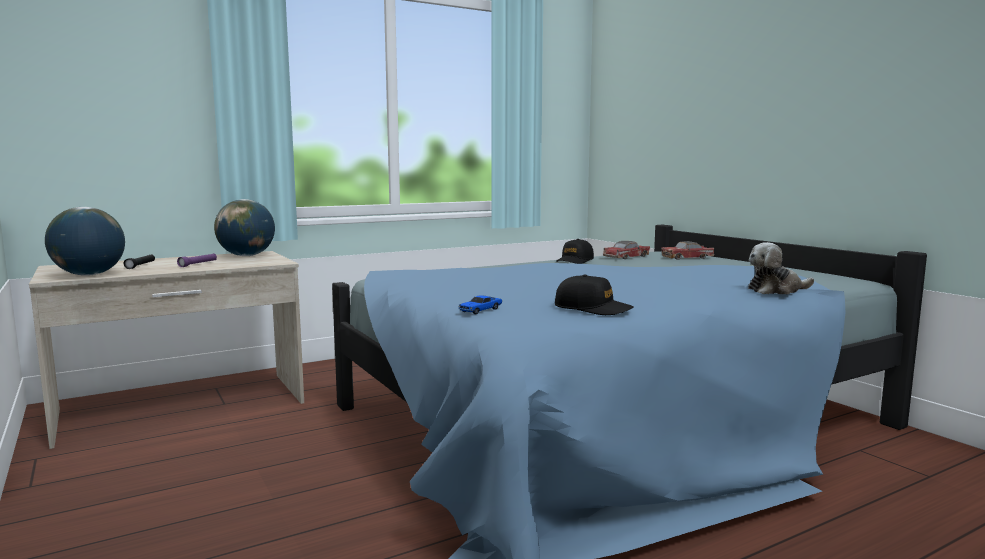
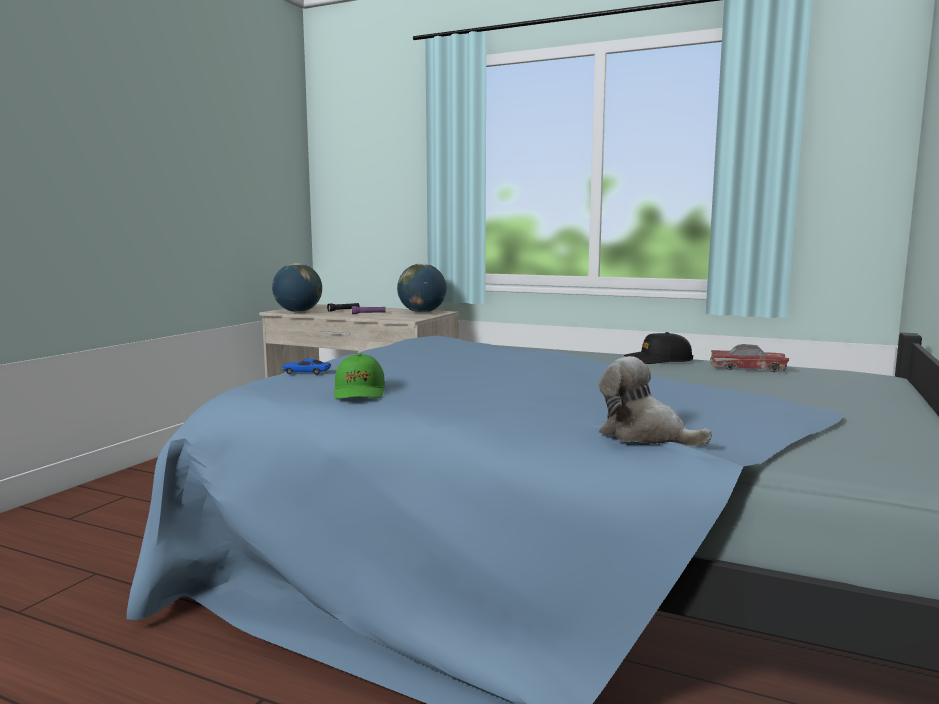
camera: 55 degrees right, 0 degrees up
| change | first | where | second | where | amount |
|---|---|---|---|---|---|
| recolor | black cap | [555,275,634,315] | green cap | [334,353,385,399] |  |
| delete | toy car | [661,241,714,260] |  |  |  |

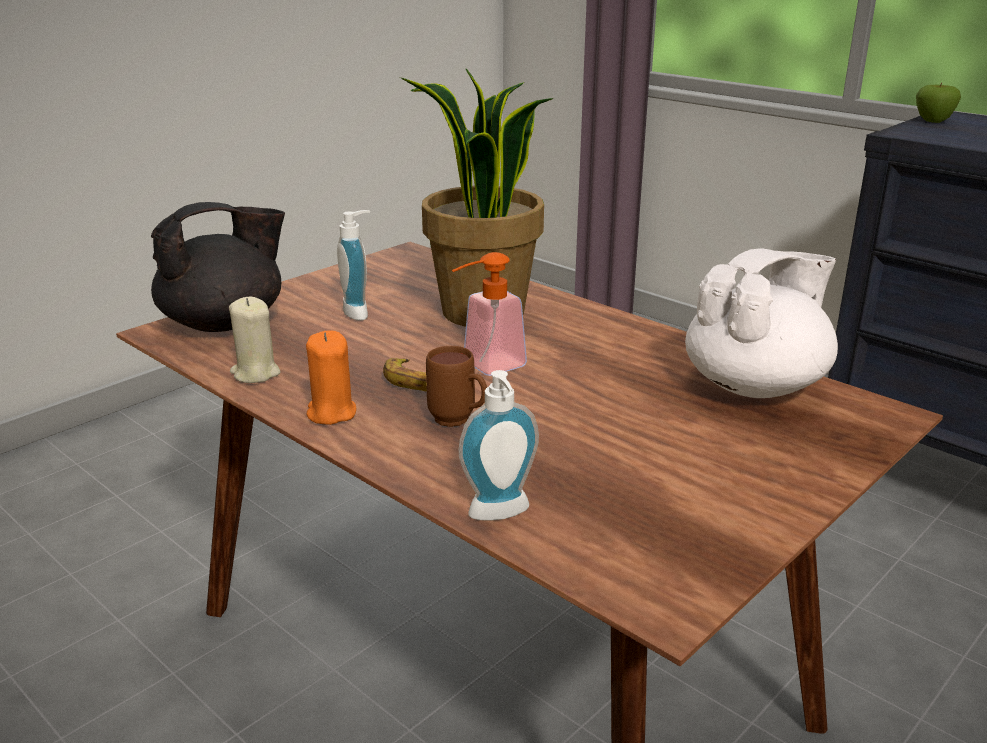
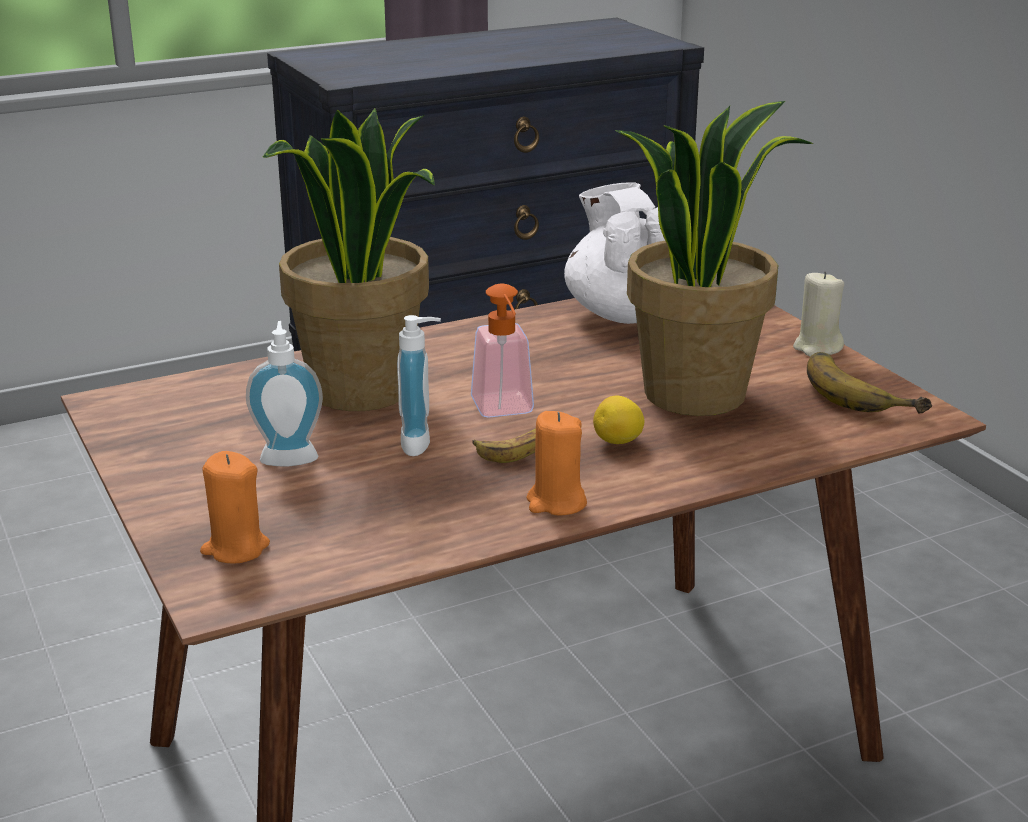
camera: 70 degrees left, 0 degrees up
| change | first | where | second | where | amount |
|---|---|---|---|---|---|
| replace | black teapot | [151,202,285,332] | orange candle | [200,451,270,564] |  |
| move | beige candle | [229,297,281,383] |  | [793,271,844,357] |  |
| replace | brown mug | [426,346,487,427] | lemon | [593,396,644,444] |  |
| move | soap dispenser | [459,370,539,521] |  | [397,315,441,456] |  |
| delete | apple | [916,83,961,123] |  |  |  |
| insert |  |  | potted plant | [615,101,813,416] |  |
| insert |  |  | banana | [807,352,932,414] |  |

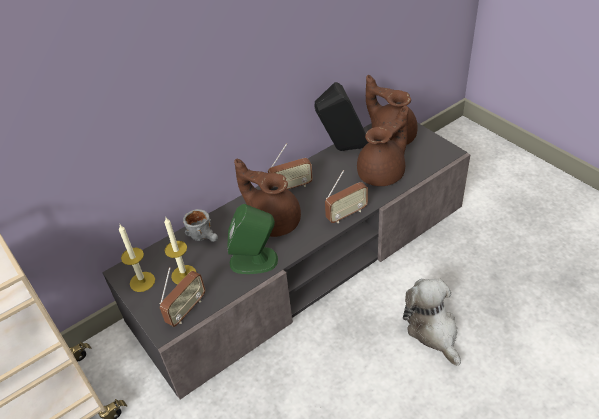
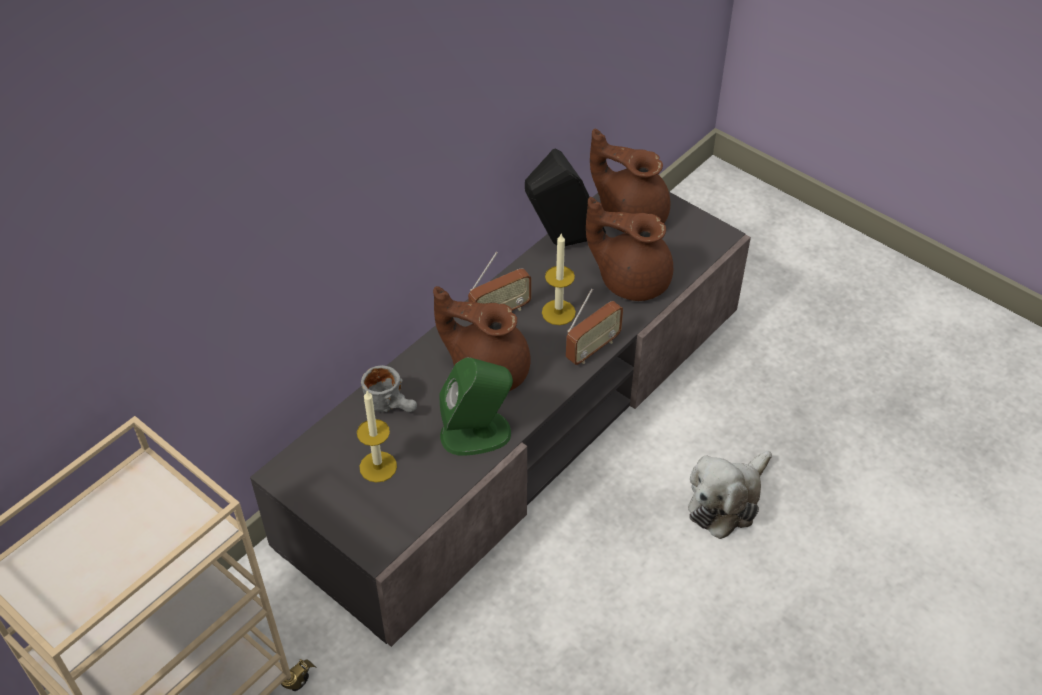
camera: 15 degrees left, 5 degrees up
| change | first | where | second | where | amount |
|---|---|---|---|---|---|
| move | candle | [119,225,155,292] |  | [542,233,576,325] |  |
| delete | radio | [160,267,205,327] |  |  |  |
| rotate | brown teapot | [357,105,408,186] |  | [586,197,673,301] | 105 degrees counterclockwise |
| rotate | plush toy | [403,278,461,366] |  | [688,451,772,539] | 105 degrees counterclockwise |

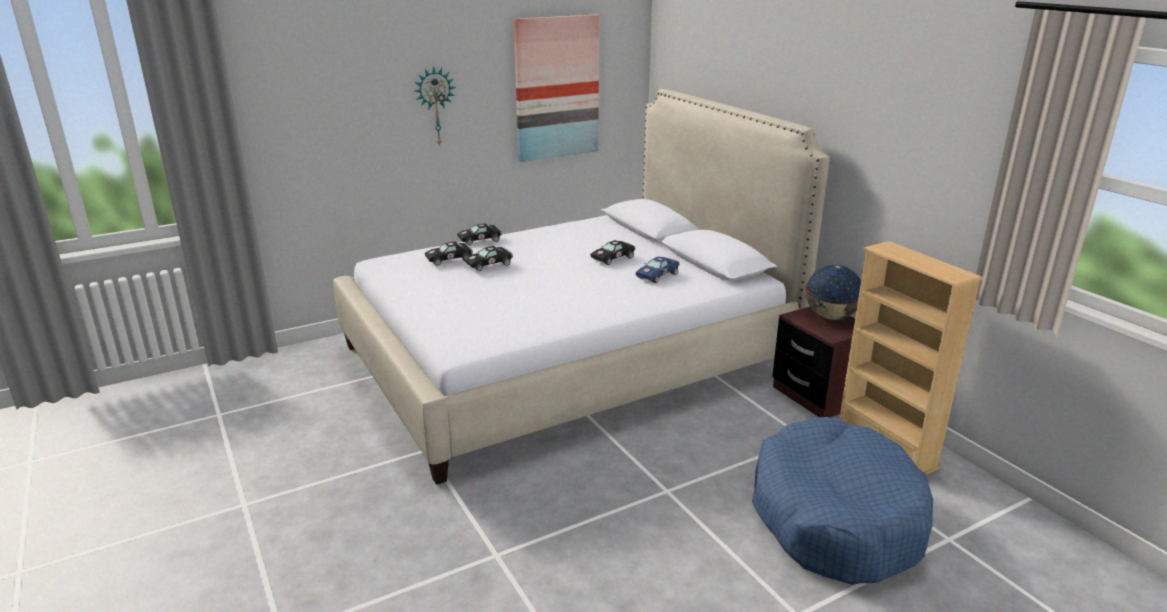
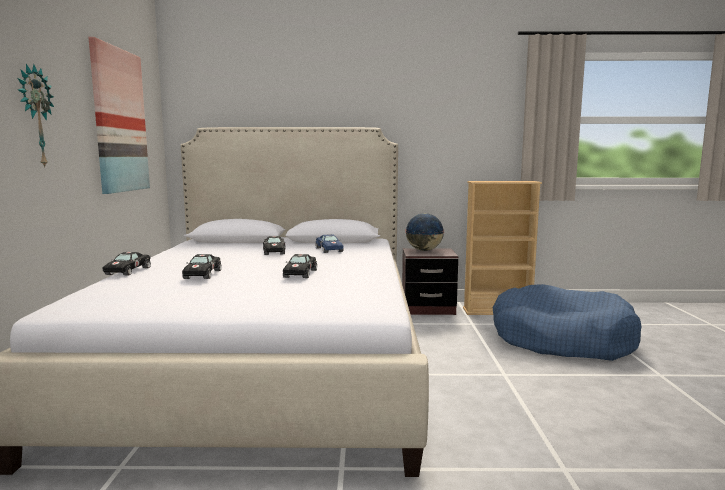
camera: 60 degrees left, 15 degrees down
| change | first | where | second | where | amount |
|---|---|---|---|---|---|
| move | black toy car | [425,242,473,266] |  | [283,254,317,278] |  |

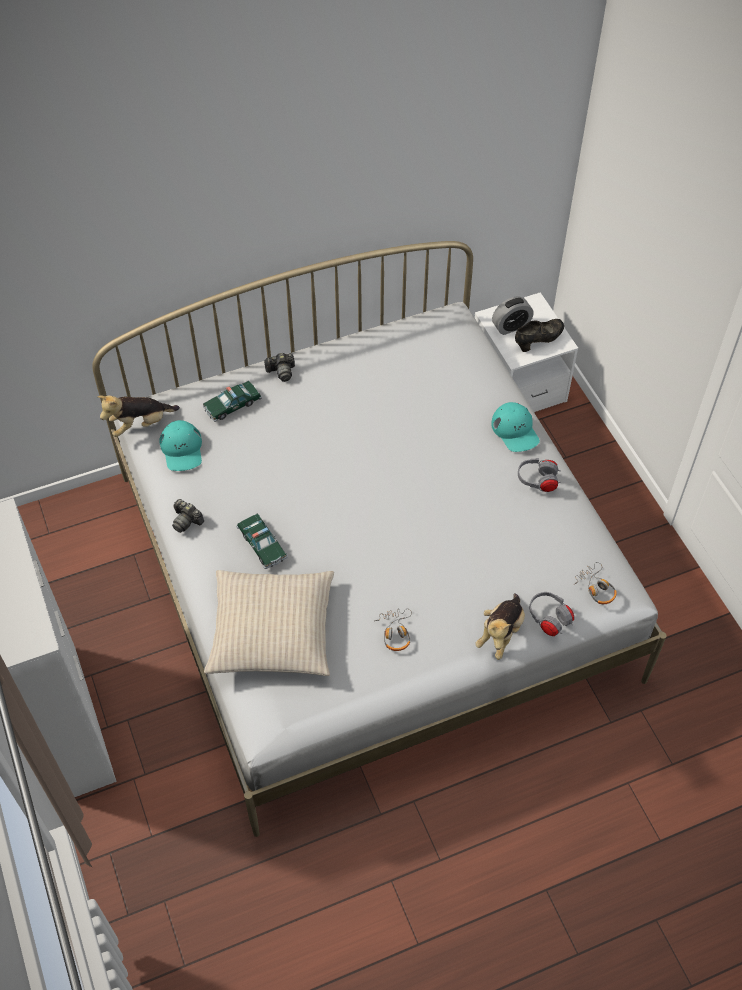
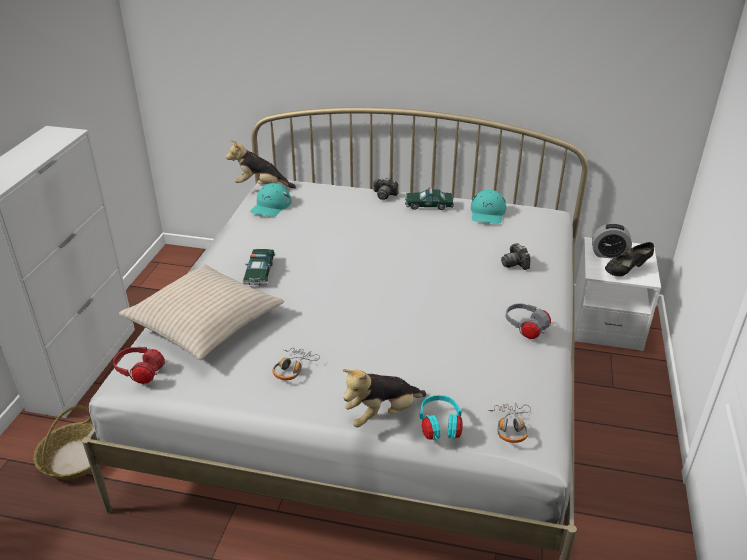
camera: 35 degrees right, 20 degrees down
| change | first | where | second | where | amount |
|---|---|---|---|---|---|
| move | photo camera | [172,499,204,533] |  | [501,243,530,270] |  |
| move | toy car | [203,381,262,422] |  | [405,187,454,210] |  |
| move | turquoise cap | [491,402,540,452] |  | [471,189,506,223] |  |
| rotate | black shoe | [515,319,564,352] |  | [605,242,654,276] | 150 degrees clockwise |
| recolor | grey headphones | [529,592,574,636] | turquoise headphones | [420,395,463,440] |  |
| insert |  |  | basket | [33,405,94,480] |  |
| insert |  |  | red headphones | [113,347,165,384] |  |

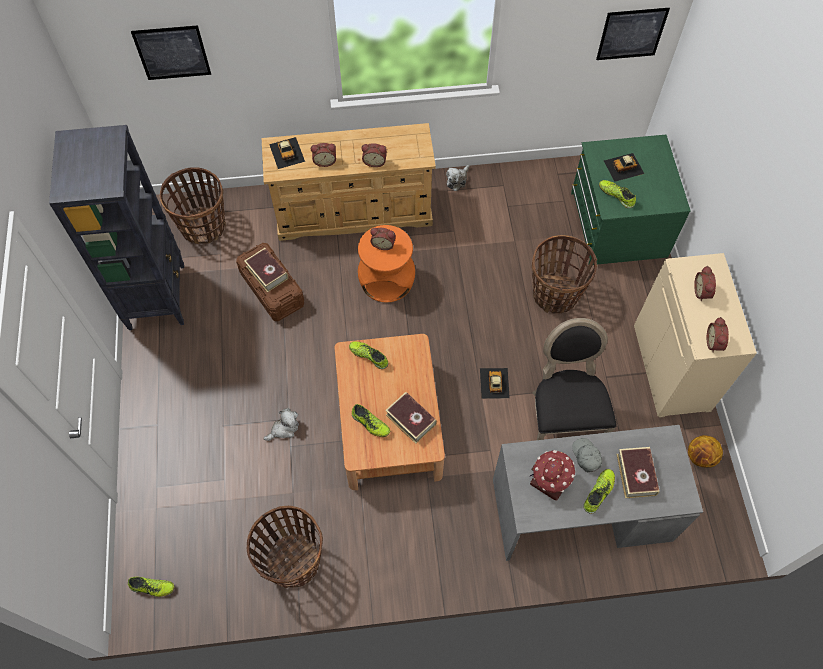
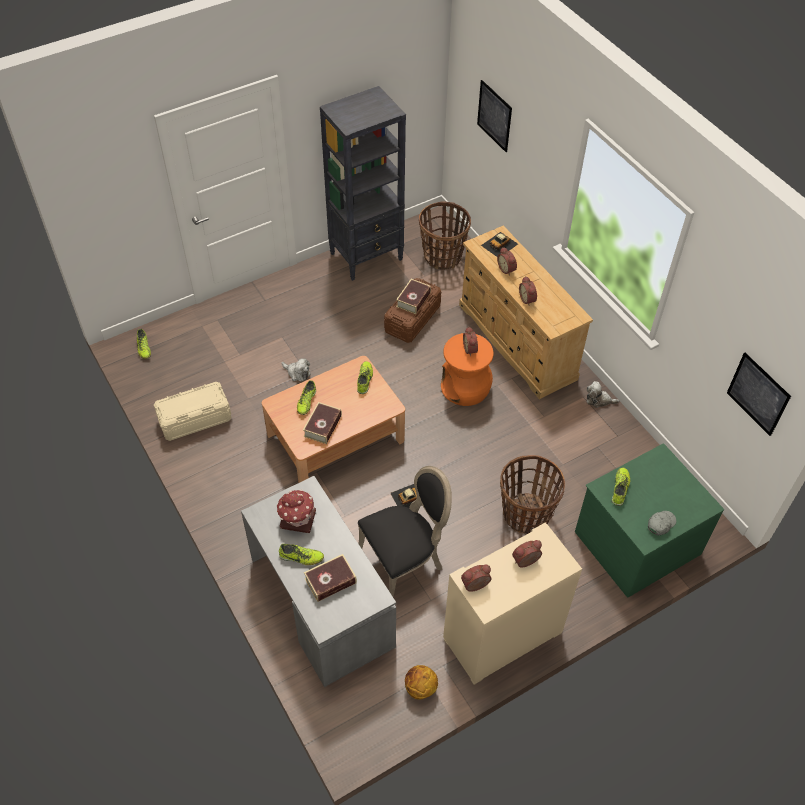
camera: 65 degrees right, 10 degrees down
| change | first | where | second | where | amount |
|---|---|---|---|---|---|
| replace | basket | [247,506,323,588] | beige storage box | [154,382,231,441] |  |
| move | grey cap | [572,438,602,472] |  | [648,511,676,536] |  |
| delete | toy car | [604,153,644,182] |  |  |  |

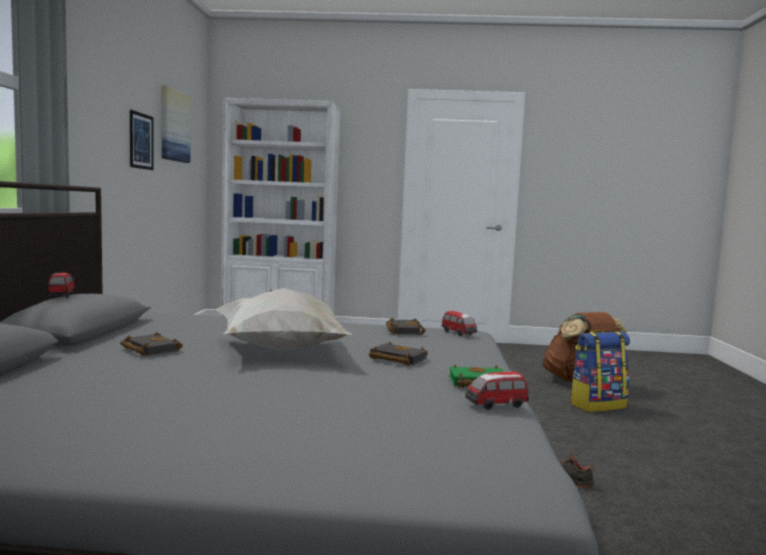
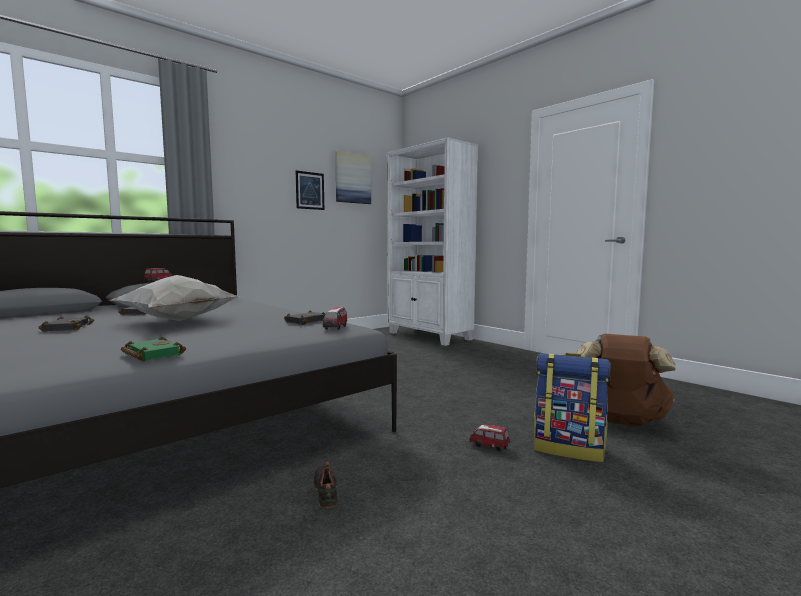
camera: 45 degrees right, 0 degrees up
| change | first | where | second | where | amount |
|---|---|---|---|---|---|
| move | black book | [369,342,428,366] |  | [38,316,94,332] |  |
| move | toy car | [465,372,529,410] |  | [469,425,510,452] |  |

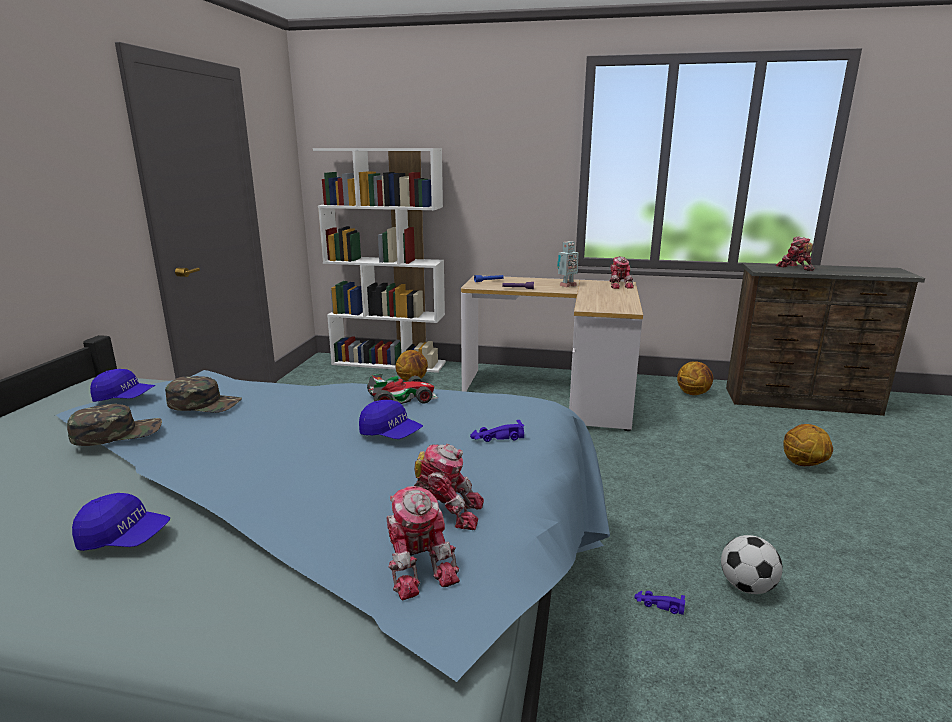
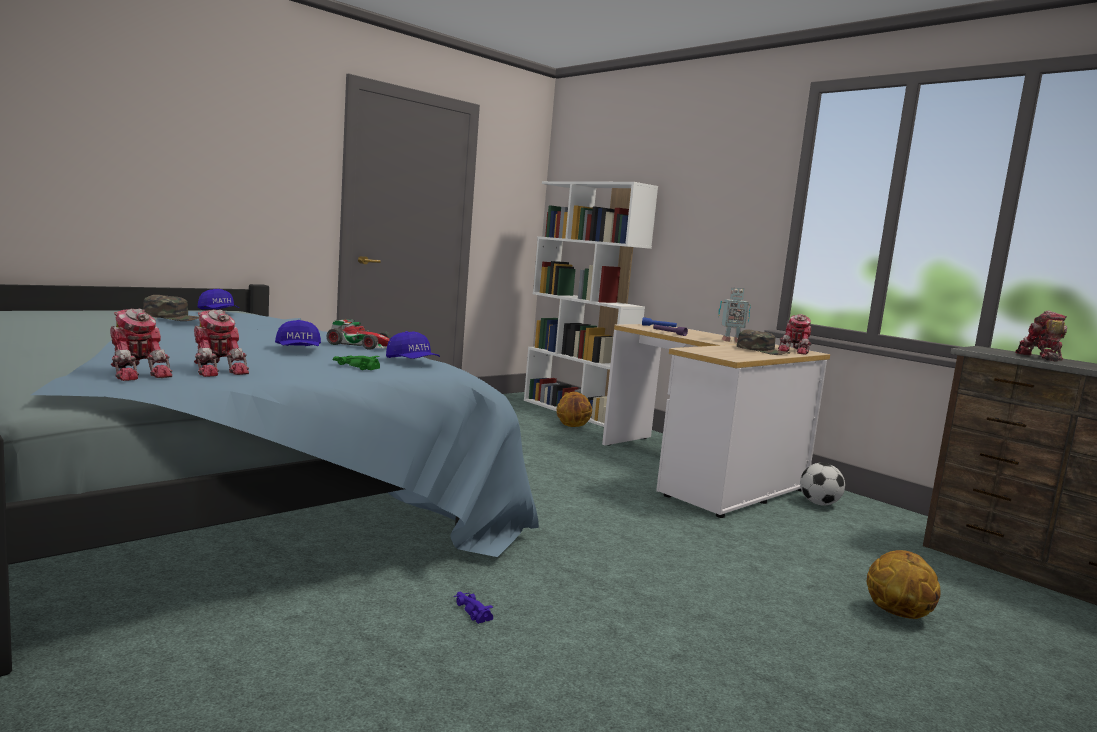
camera: 35 degrees right, 10 degrees down
| change | first | where | second | where | amount |
|---|---|---|---|---|---|
| move | blue cap | [72,493,170,551] |  | [386,331,440,359] |  |
| move | green cap | [165,376,242,413] |  | [737,330,791,355] |  |
| rotate | toy robot | [387,486,460,600] |  | [110,308,172,381] | 60 degrees counterclockwise |
| recolor | purple toy car | [470,420,524,442] | green toy car | [333,355,380,370] |  |
| delete | basketball | [677,361,713,395] |  |  |  |
| move | football | [721,535,783,594] |  | [800,463,845,506] |  |

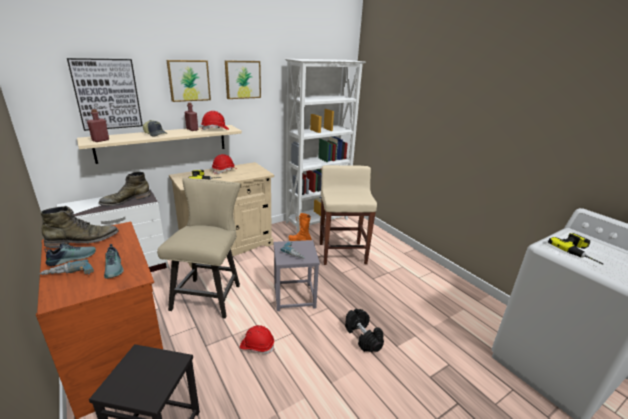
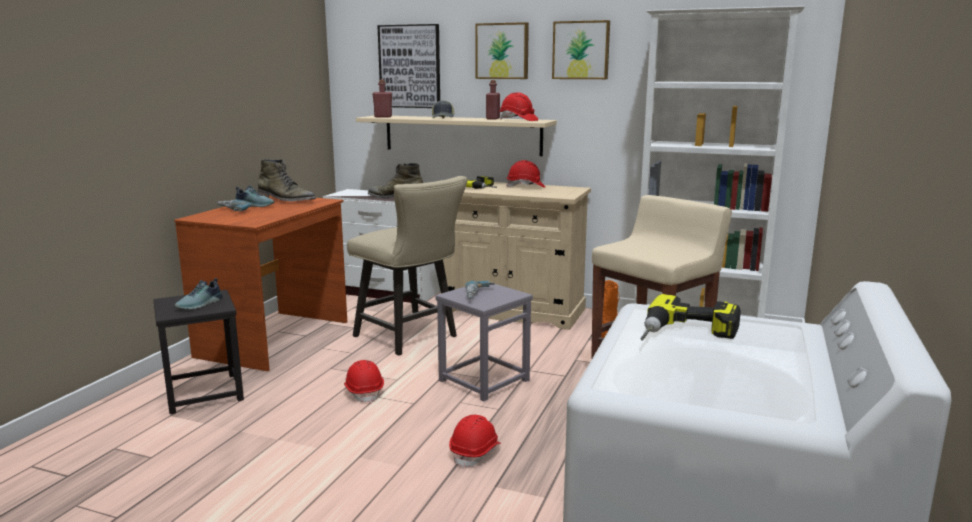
camera: 55 degrees right, 10 degrees down
| change | first | where | second | where | amount |
|---|---|---|---|---|---|
| move | shoe | [104,244,124,279] |  | [174,278,223,310] |  |
| rotate | beige chair | [157,178,241,318] |  | [347,176,467,356] | 75 degrees clockwise |
| replace | black dumbbell | [345,309,384,352] | red hard hat | [449,415,501,469] |  |

